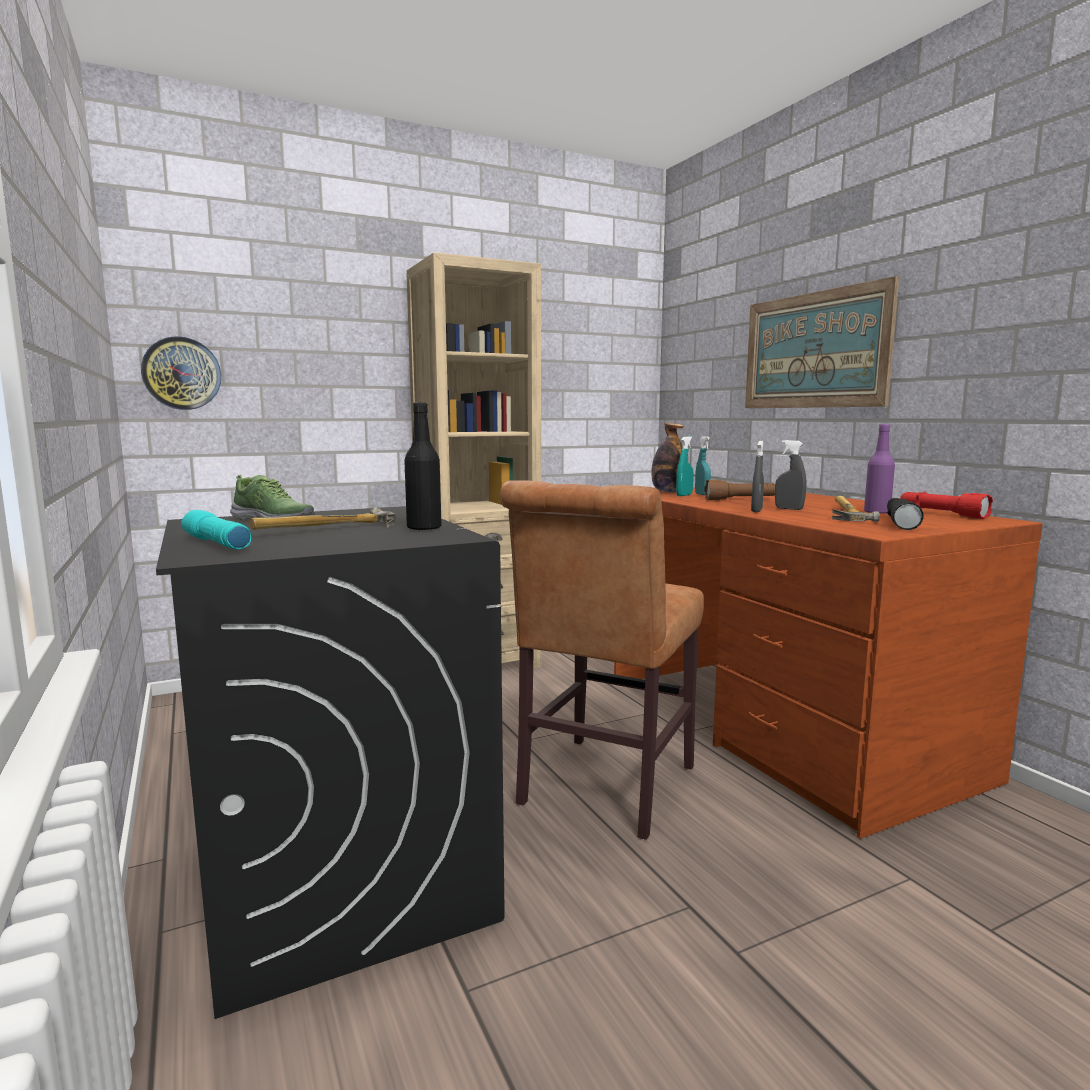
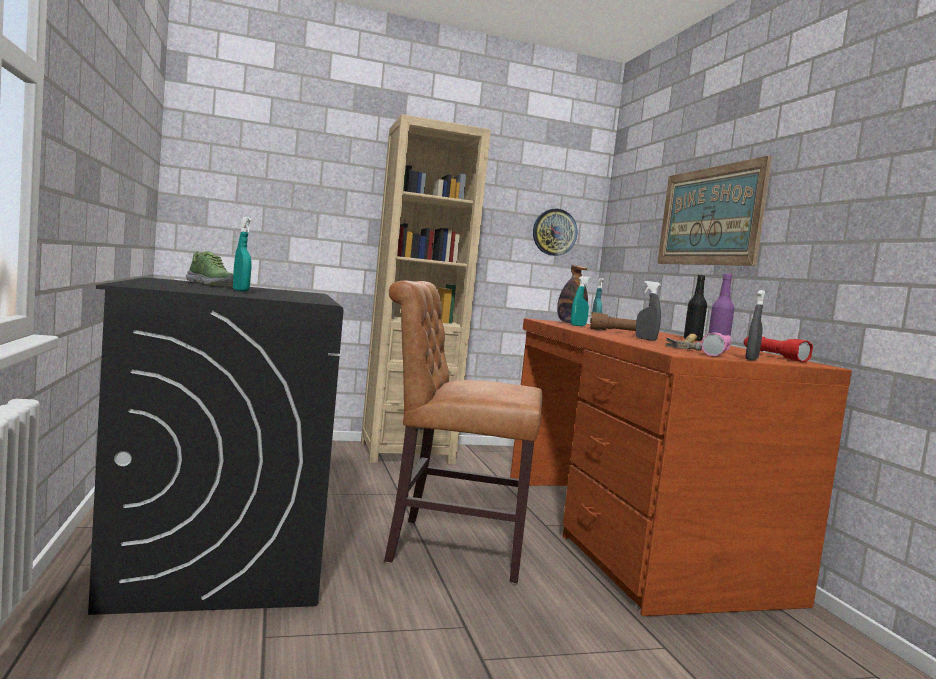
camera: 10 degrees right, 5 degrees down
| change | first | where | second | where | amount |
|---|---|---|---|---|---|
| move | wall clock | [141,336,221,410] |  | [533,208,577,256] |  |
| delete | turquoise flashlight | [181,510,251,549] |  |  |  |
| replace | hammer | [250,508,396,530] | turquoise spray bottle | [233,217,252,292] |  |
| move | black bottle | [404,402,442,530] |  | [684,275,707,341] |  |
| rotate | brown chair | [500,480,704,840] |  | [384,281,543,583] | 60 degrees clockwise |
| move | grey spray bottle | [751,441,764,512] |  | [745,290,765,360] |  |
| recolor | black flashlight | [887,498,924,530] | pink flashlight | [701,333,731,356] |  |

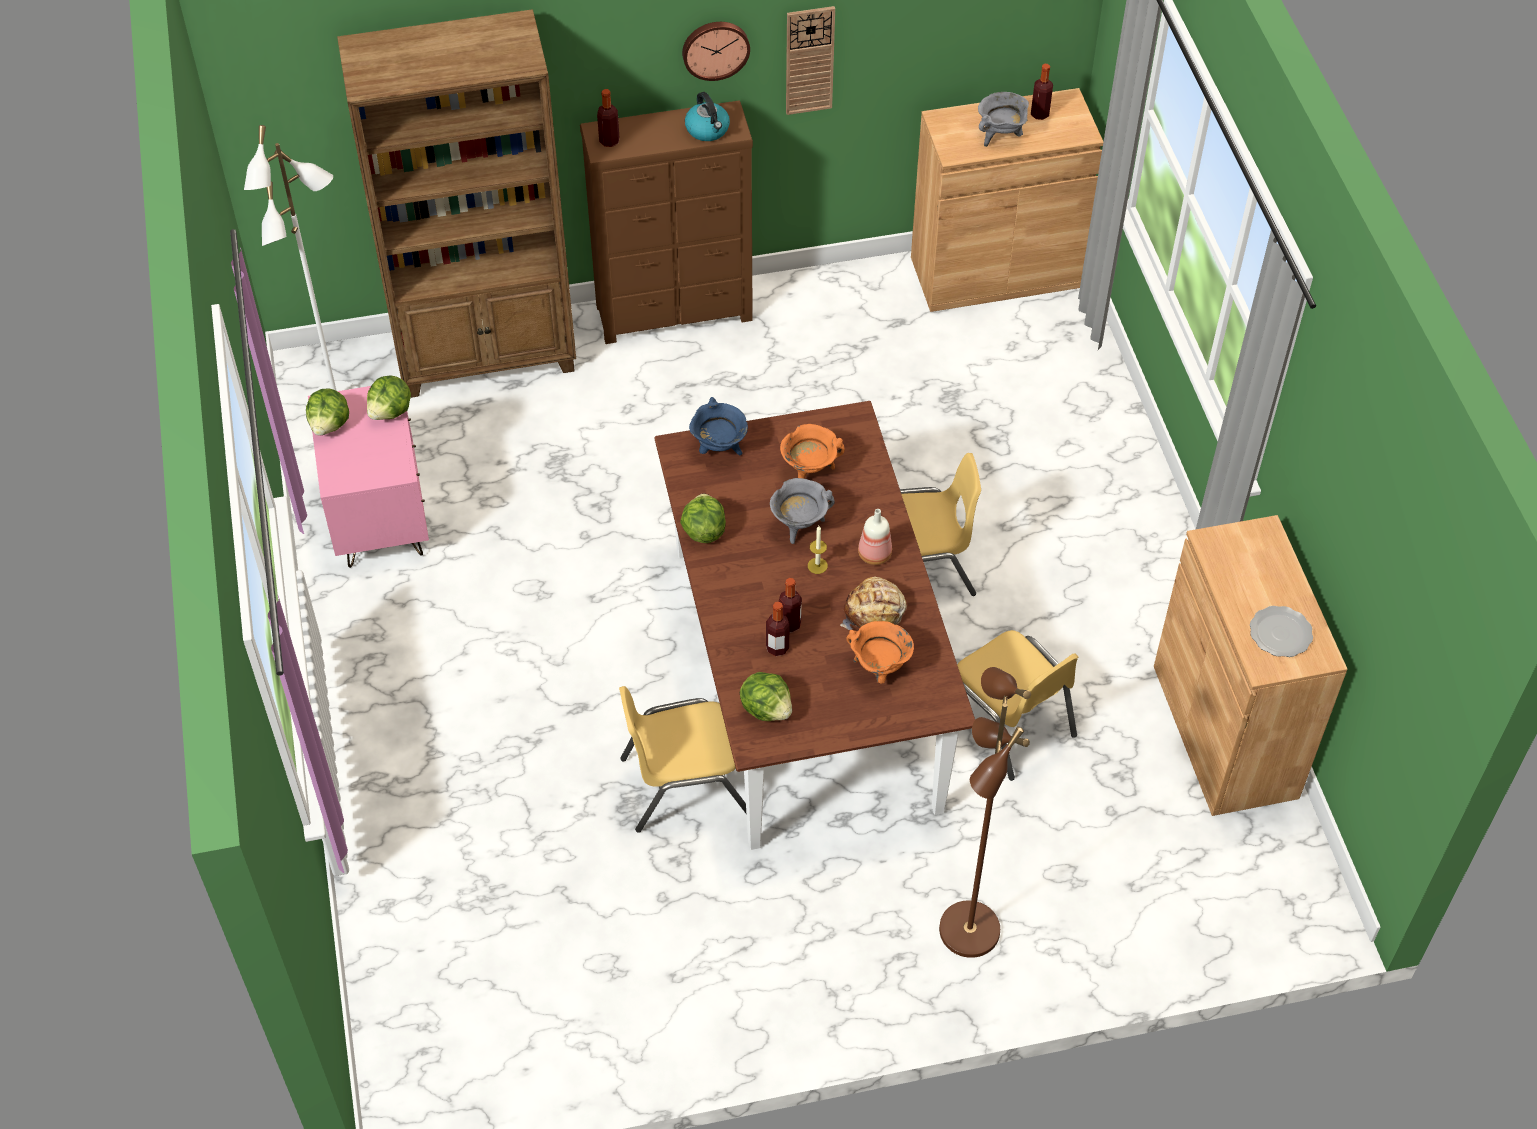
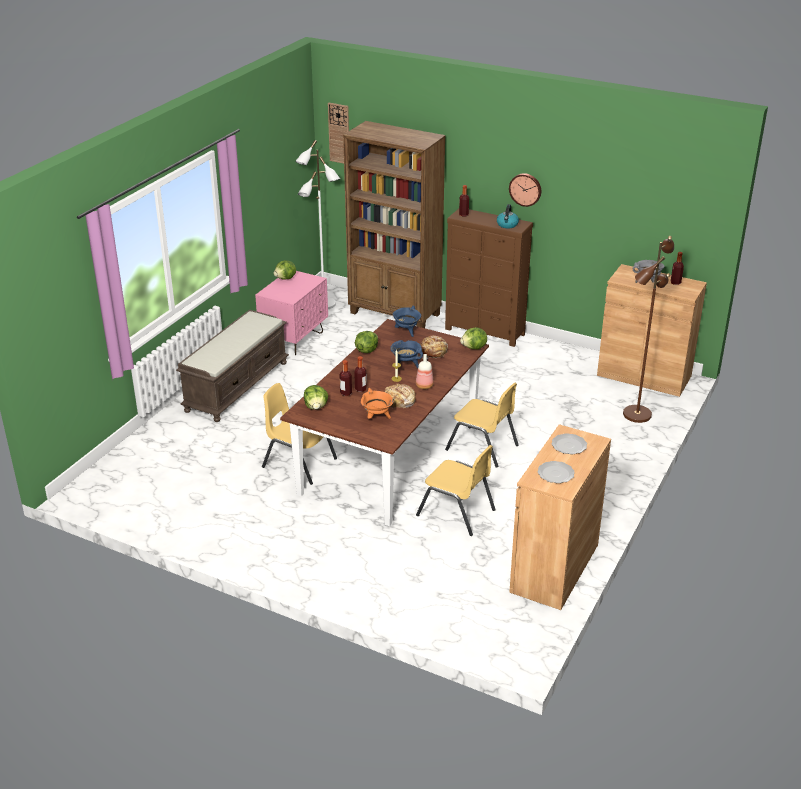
camera: 40 degrees right, 20 degrees down
| change | first | where | second | where | amount |
|---|---|---|---|---|---|
| move | lettuce | [367,375,411,420] |  | [460,327,487,349] |  |
| recolor | grey cooking pot | [770,478,835,544] | blue cooking pot | [390,340,423,368] |  |
| replace | orange cooking pot | [780,424,845,479] | bread | [419,335,448,359] |  |
| move | wall clock | [786,6,835,115] |  | [328,103,349,164] |  |
| move | brown floor lamp | [939,667,1031,958] |  | [623,236,674,423] |  |
| rotate | yellow chair | [957,630,1078,781] |  | [416,445,496,536] | 60 degrees counterclockwise |
| insert |  |  | brown bench | [176,310,289,422] |  |
| insert |  |  | plate | [551,433,587,454] |  |

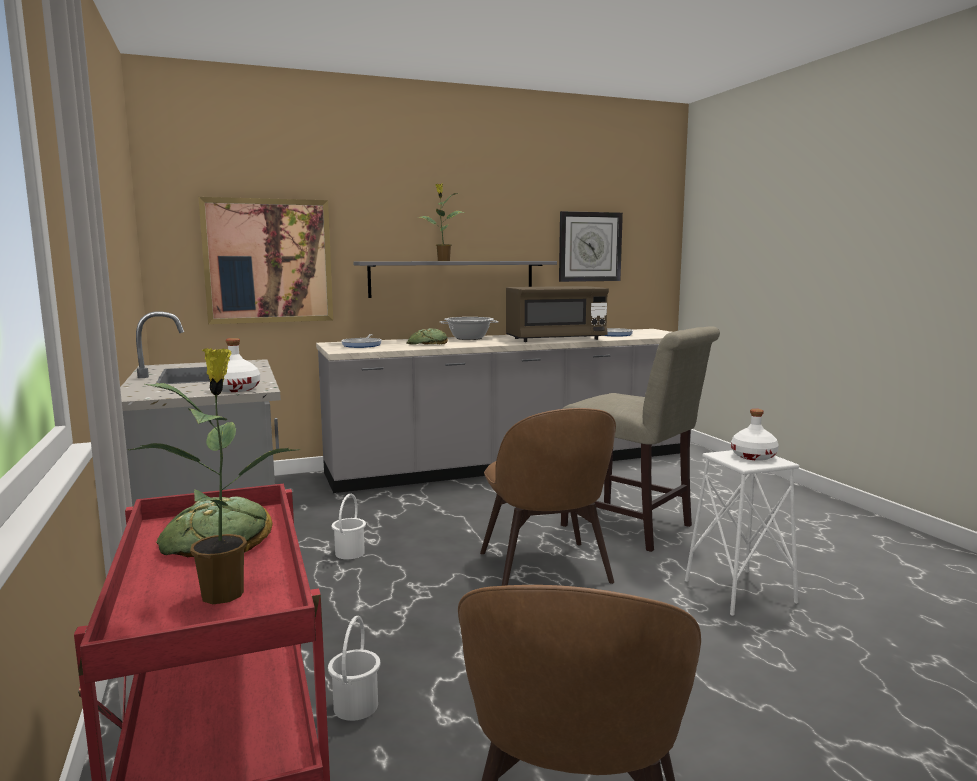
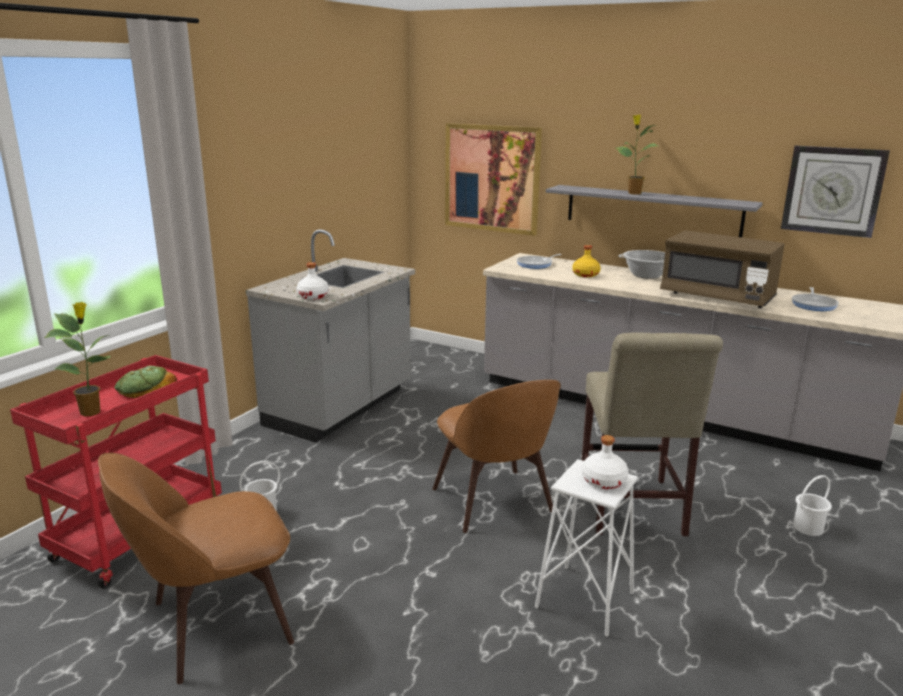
camera: 50 degrees right, 10 degrees up
| change | first | where | second | where | amount |
|---|---|---|---|---|---|
| move | white bucket | [331,494,366,559] |  | [793,475,832,536] |  |
| replace | bread | [406,328,448,345] | yellow bottle | [572,245,601,277] |  |
| rotate | brown chair | [480,408,616,586] |  | [432,380,561,533] | 60 degrees counterclockwise |

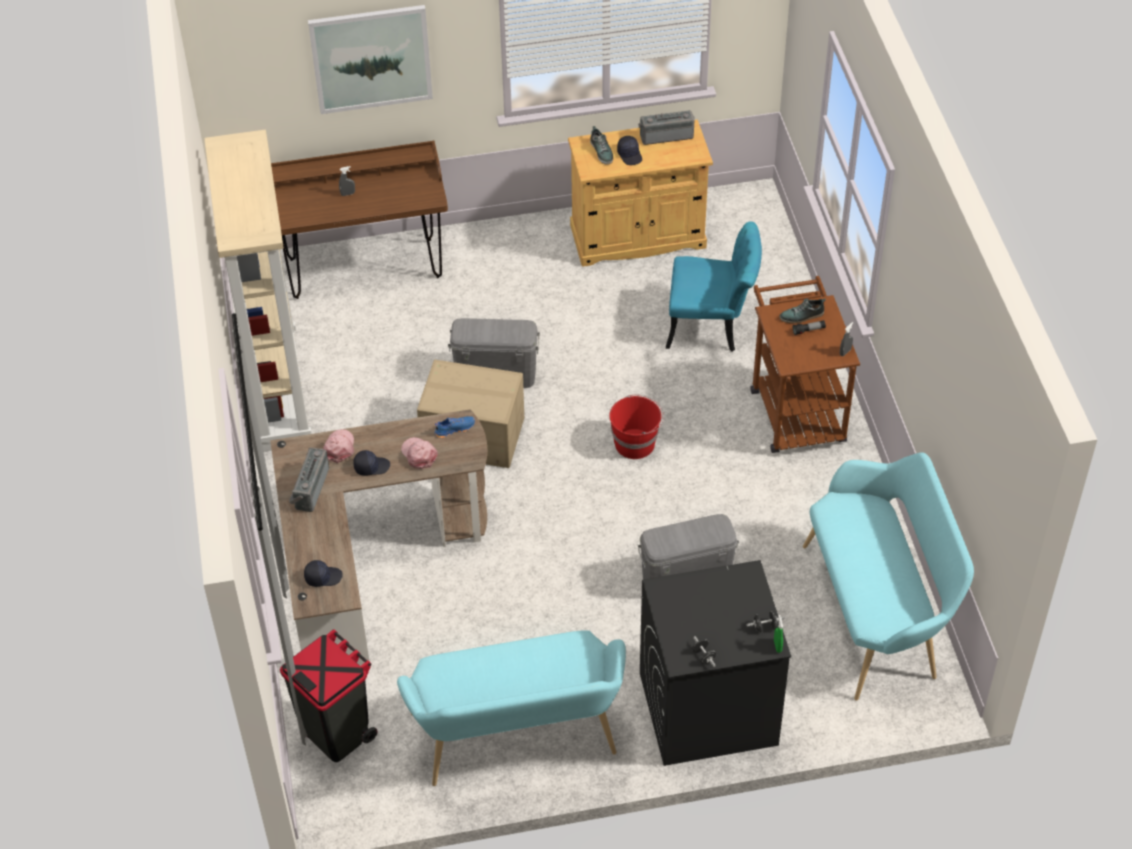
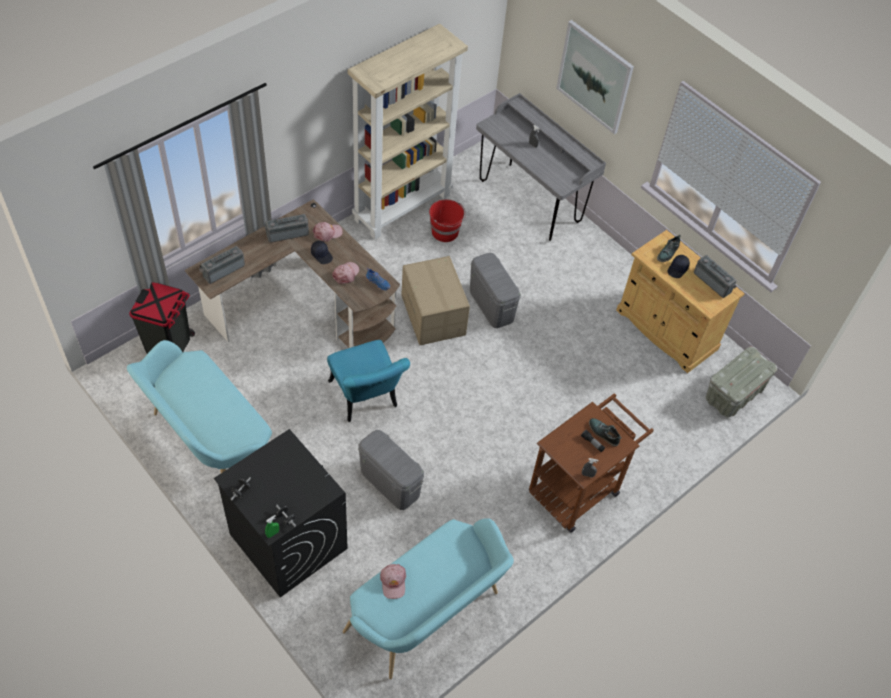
camera: 55 degrees right, 5 degrees up
| change | first | where | second | where | amount |
|---|---|---|---|---|---|
| recolor | brown desk | [271,141,448,299] | grey desk | [476,93,606,241] |  |
| replace | black cap | [304,560,343,587] | radio | [199,246,245,284] |  |
| move | red bucket | [609,395,664,459] |  | [429,199,466,242] |  |
| move | turquoise chair | [666,221,762,352] |  | [327,340,410,422] |  |
| insert |  |  | pink cap | [380,564,406,599] |  |
| insert |  |  | grey storage box | [705,347,777,417] |  |

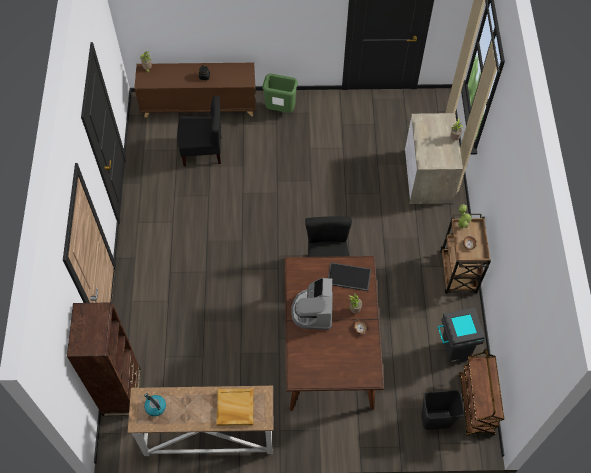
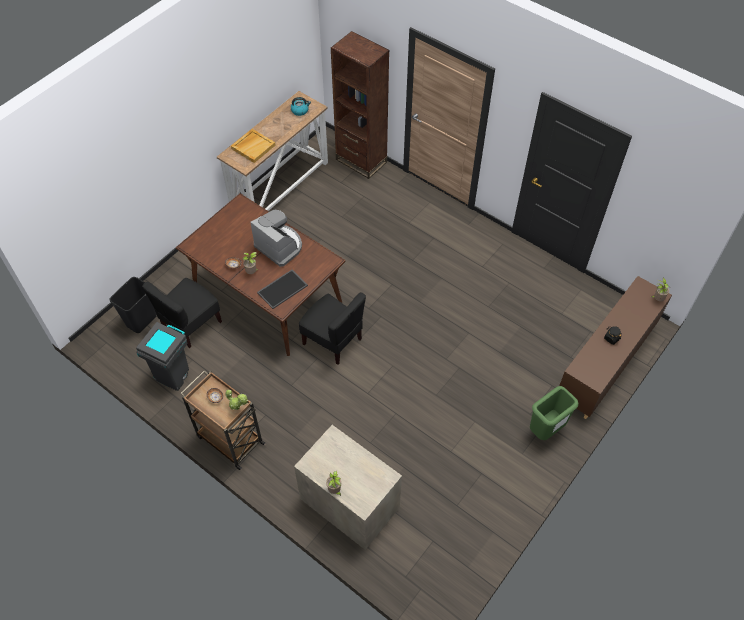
camera: 130 degrees right, 5 degrees down
| change | first | where | second | where | amount |
|---|---|---|---|---|---|
| move | black chair | [177,95,221,166] |  | [142,278,222,348] |  |
| delete | brown cart | [459,349,504,436] |  |  |  |

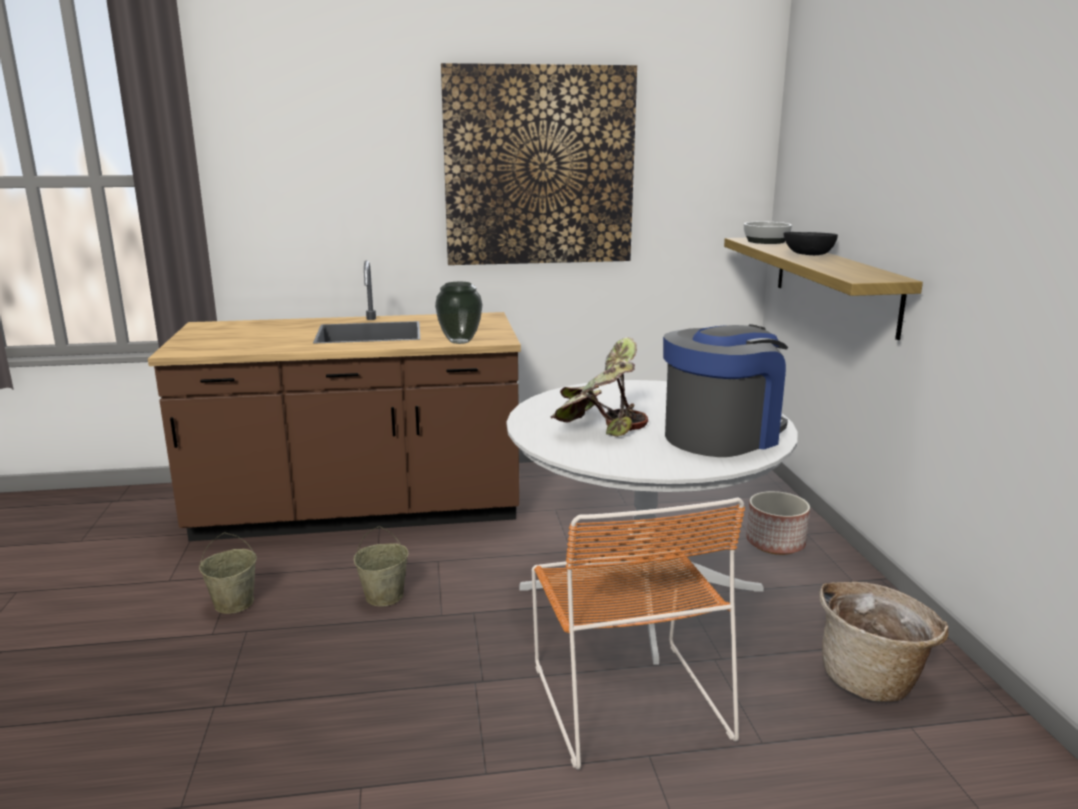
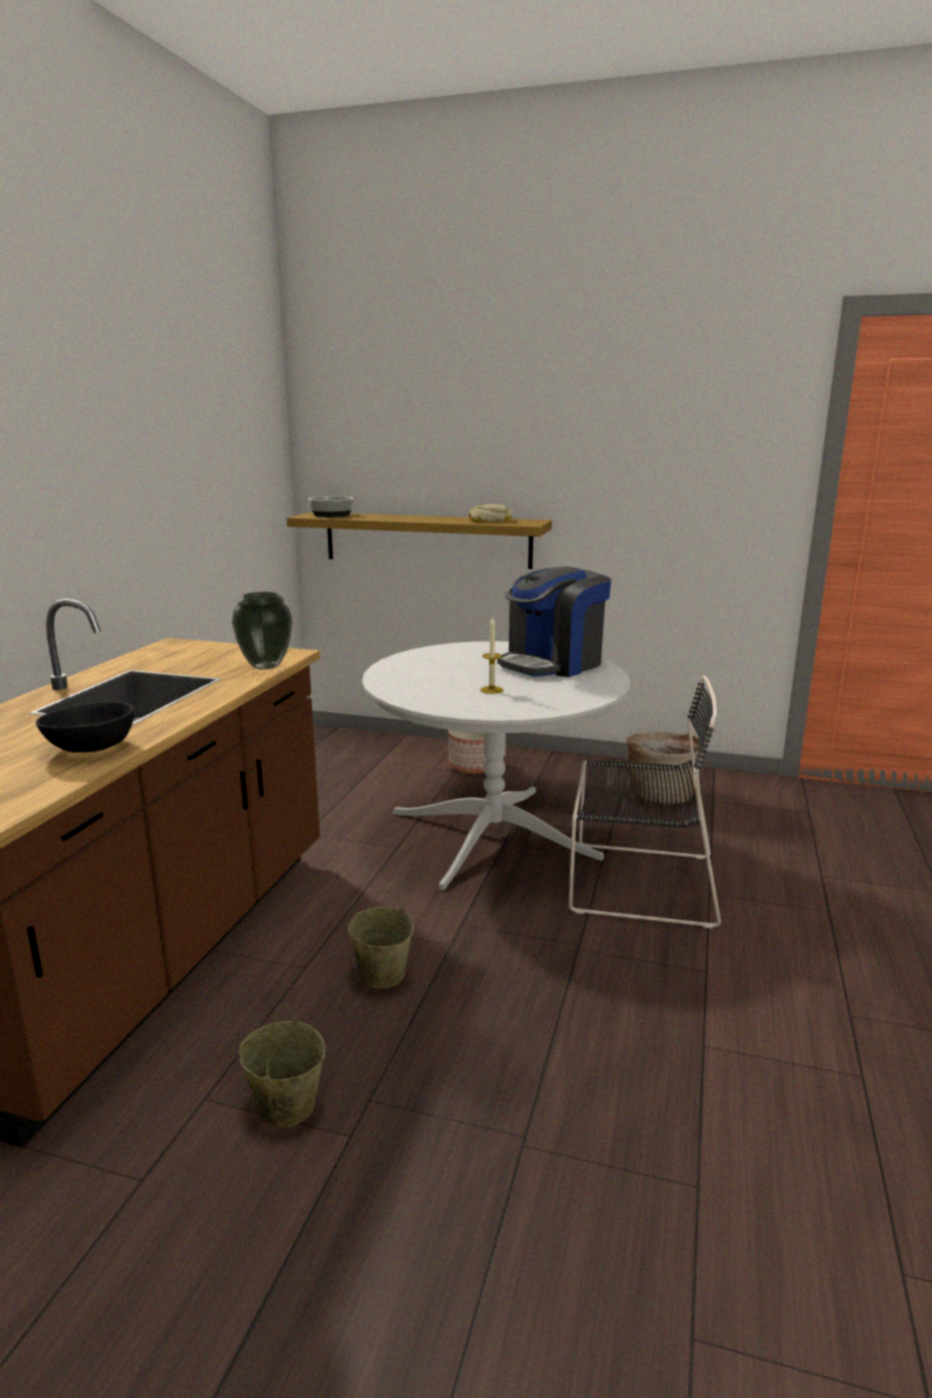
camera: 65 degrees left, 0 degrees up
| change | first | where | second | where | amount |
|---|---|---|---|---|---|
| delete | picture | [441,63,637,265] |  |  |  |
| recolor | orange chair | [532,497,745,770] | black chair | [569,676,721,928] |  |
| replace | potted plant | [550,337,648,437] | candle | [480,617,504,694] |  |
| rotate | coffee machine | [663,324,788,457] |  | [497,566,611,677] | 120 degrees counterclockwise |
| move | black bowl | [783,232,838,255] |  | [36,701,134,753] |  |
| insert |  |  | bread | [468,504,512,522] |  |

